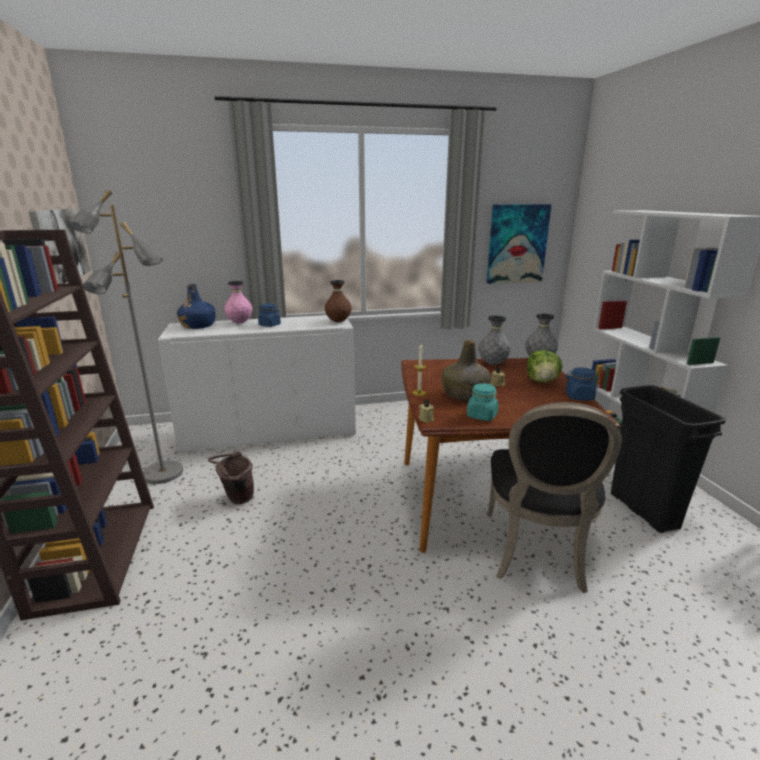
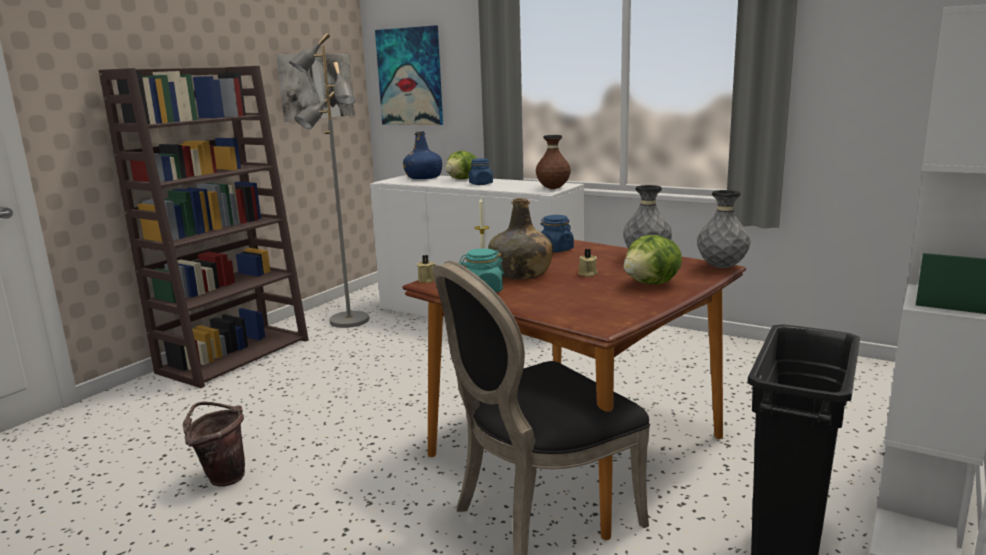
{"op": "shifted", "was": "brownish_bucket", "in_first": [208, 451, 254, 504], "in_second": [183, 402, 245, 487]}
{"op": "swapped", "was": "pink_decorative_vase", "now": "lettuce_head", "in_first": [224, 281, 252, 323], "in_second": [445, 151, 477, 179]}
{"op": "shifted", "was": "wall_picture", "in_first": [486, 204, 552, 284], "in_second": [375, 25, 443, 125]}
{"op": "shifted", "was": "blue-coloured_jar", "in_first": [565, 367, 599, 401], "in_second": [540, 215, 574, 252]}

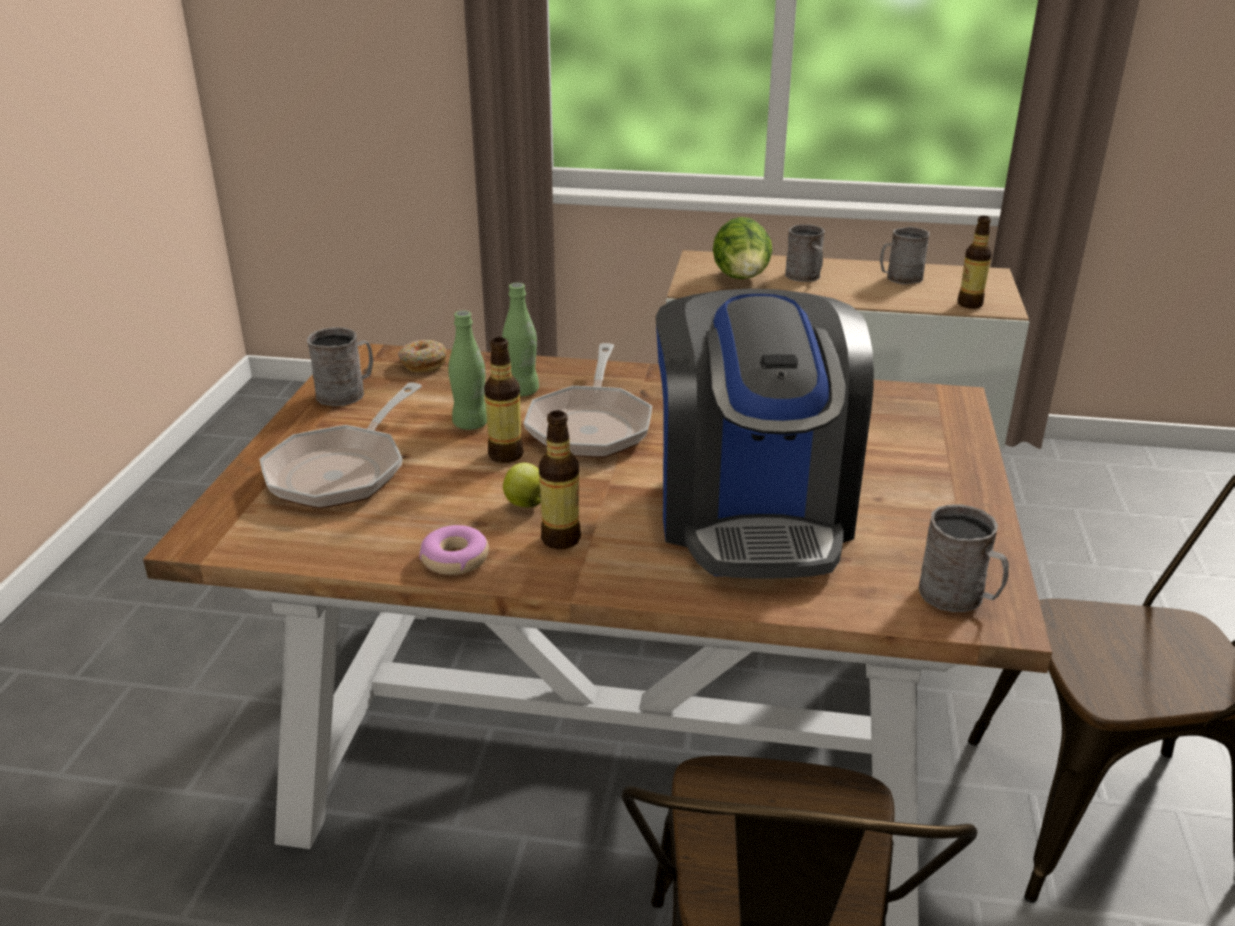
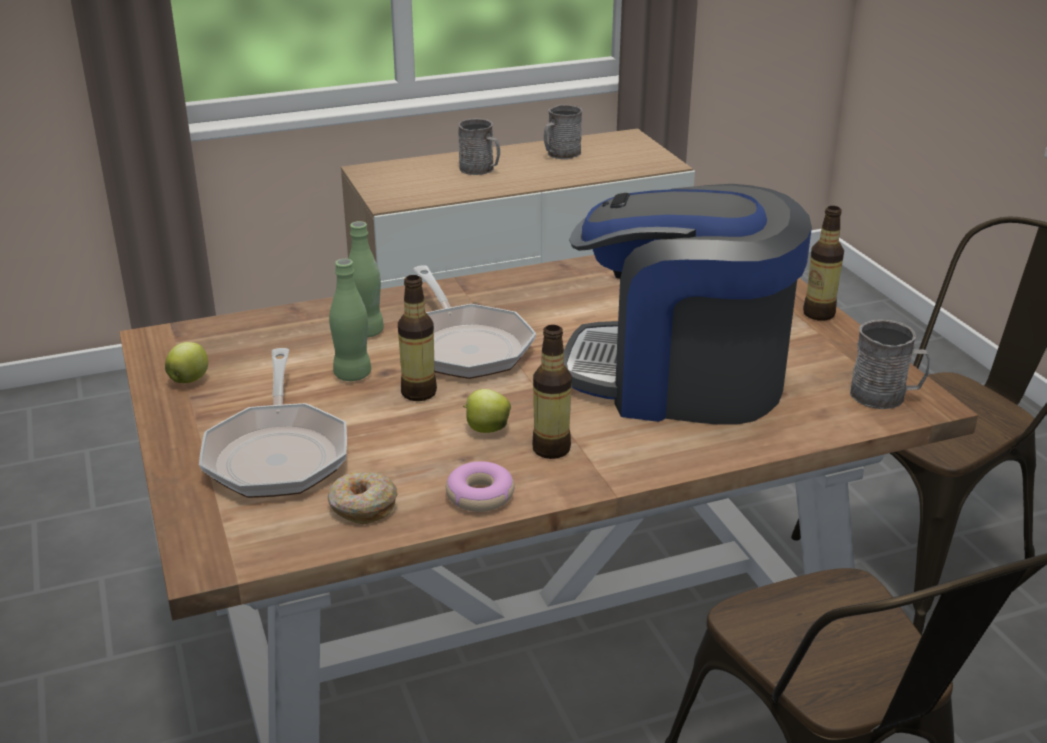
{"op": "swapped", "was": "greyish_tea_mug", "now": "apple", "in_first": [307, 327, 373, 406], "in_second": [165, 342, 208, 383]}
{"op": "shifted", "was": "donut", "in_first": [398, 340, 447, 372], "in_second": [328, 472, 397, 524]}
{"op": "rotated", "was": "coffee_brewer", "in_first": [656, 289, 874, 579], "in_second": [564, 184, 812, 425], "clockwise": 135}
{"op": "gone", "was": "lettuce_head", "in_first": [713, 217, 773, 279]}
{"op": "shifted", "was": "bottle", "in_first": [958, 216, 992, 309], "in_second": [803, 206, 844, 321]}

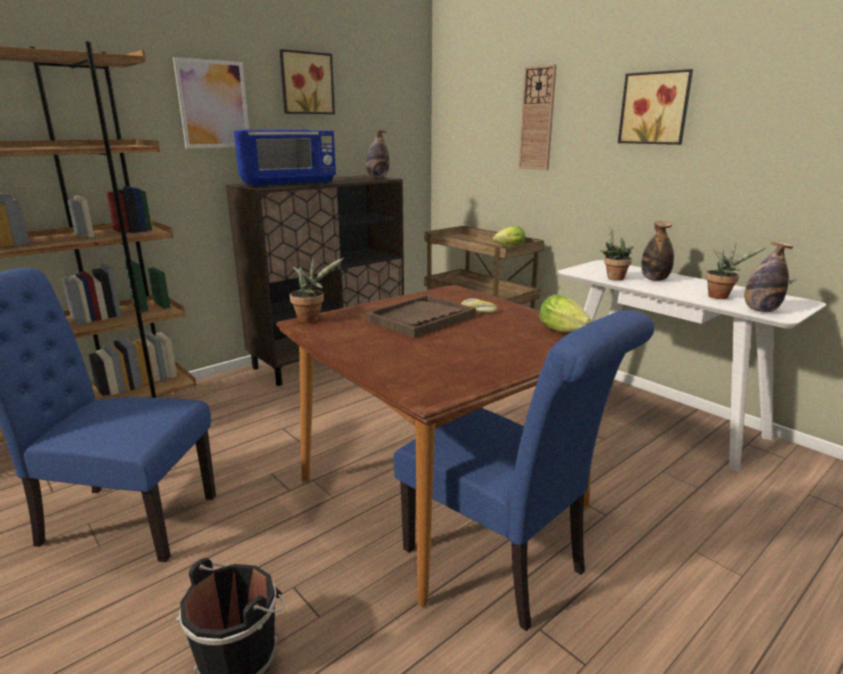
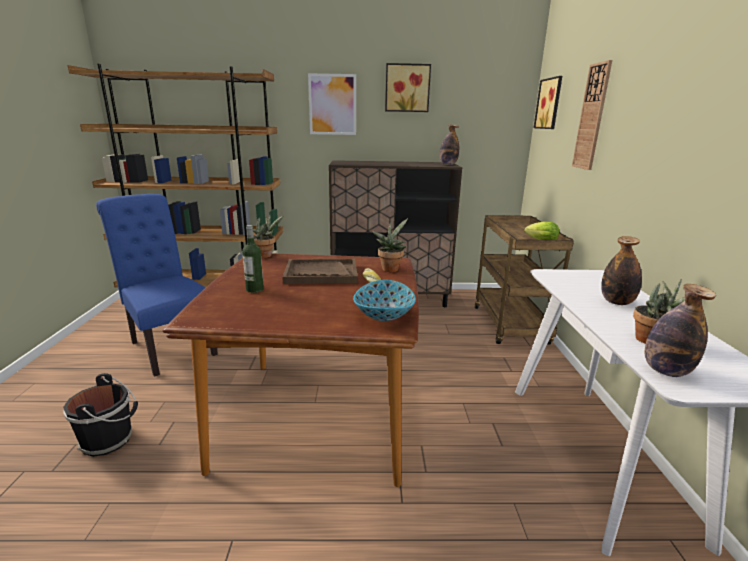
{"op": "gone", "was": "blue-coloured_kitchen_microwave", "in_first": [234, 129, 336, 187]}
{"op": "gone", "was": "blue-coloured_plain_chair", "in_first": [394, 310, 654, 631]}
{"op": "swapped", "was": "lettuce_head", "now": "bowl", "in_first": [539, 295, 592, 333], "in_second": [353, 280, 416, 321]}
{"op": "shifted", "was": "plant_in_a_pot", "in_first": [600, 226, 633, 281], "in_second": [372, 218, 408, 272]}
{"op": "shifted", "was": "wall_picture", "in_first": [618, 69, 693, 145], "in_second": [534, 76, 562, 129]}
{"op": "new", "now": "bottle", "in_second": [242, 225, 264, 293]}

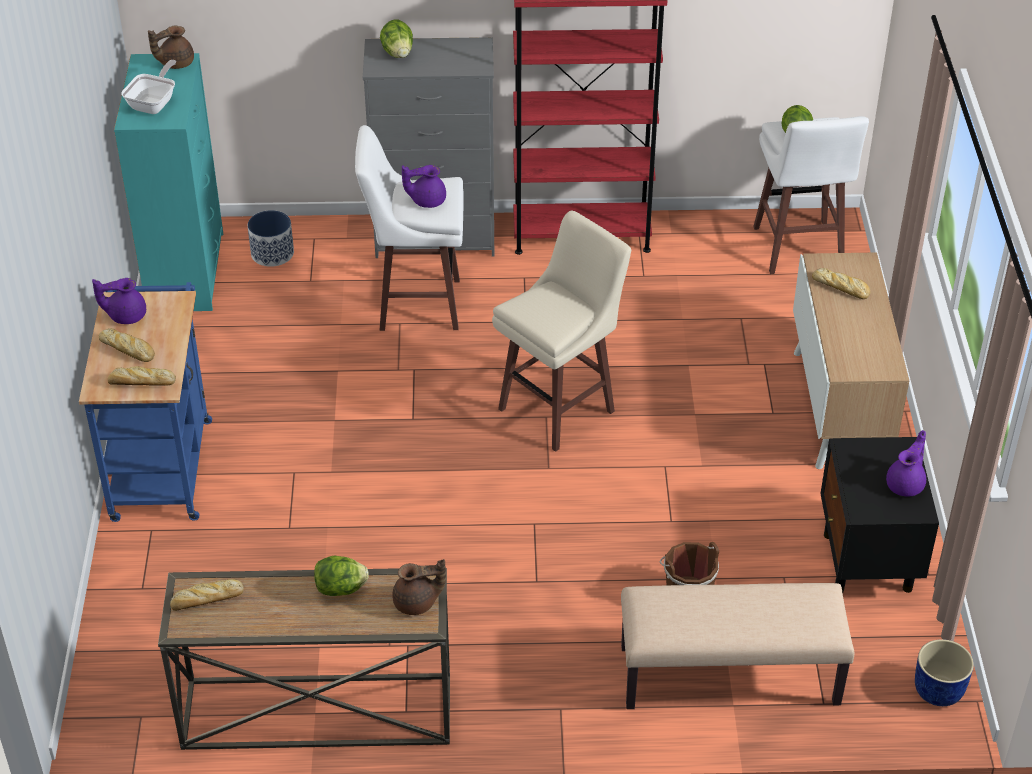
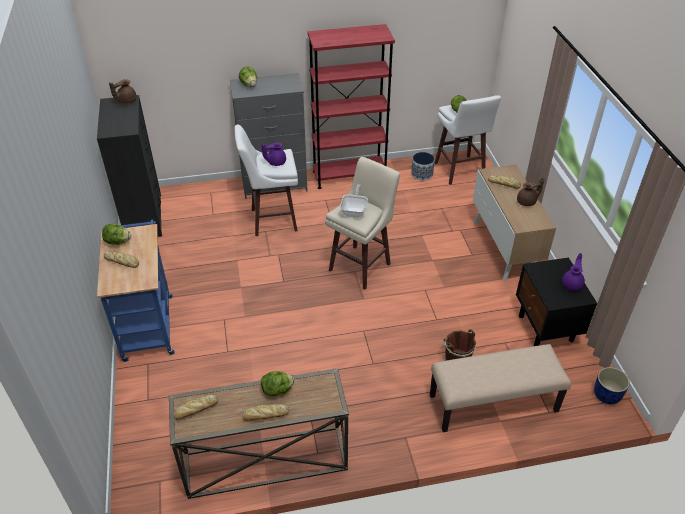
{"op": "swapped", "was": "purple-coloured_teapot", "now": "lettuce_head", "in_first": [92, 278, 146, 324], "in_second": [102, 224, 131, 245]}
{"op": "shifted", "was": "bakery_bread", "in_first": [107, 366, 176, 386], "in_second": [243, 404, 289, 421]}
{"op": "repainted", "was": "turquoise_drawer_chest", "now": "black-coloured_drawer_chest", "in_first": [114, 53, 223, 311], "in_second": [97, 95, 162, 237]}
{"op": "shifted", "was": "skillet", "in_first": [121, 60, 176, 114], "in_second": [340, 184, 368, 218]}
{"op": "shifted", "was": "planter", "in_first": [248, 210, 294, 267], "in_second": [411, 152, 435, 181]}
{"op": "shifted", "was": "brownish_teapot", "in_first": [392, 559, 446, 615], "in_second": [517, 178, 544, 206]}

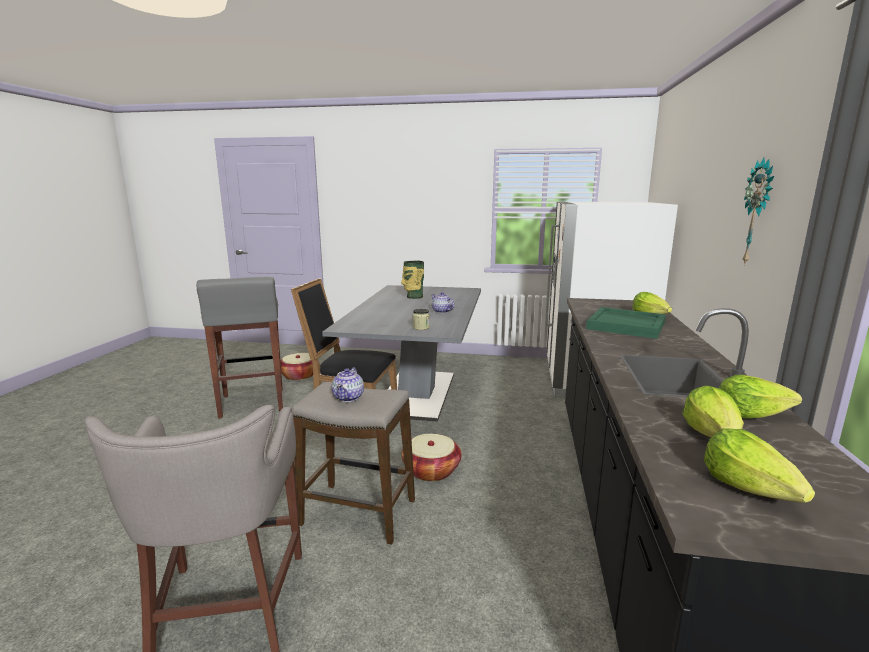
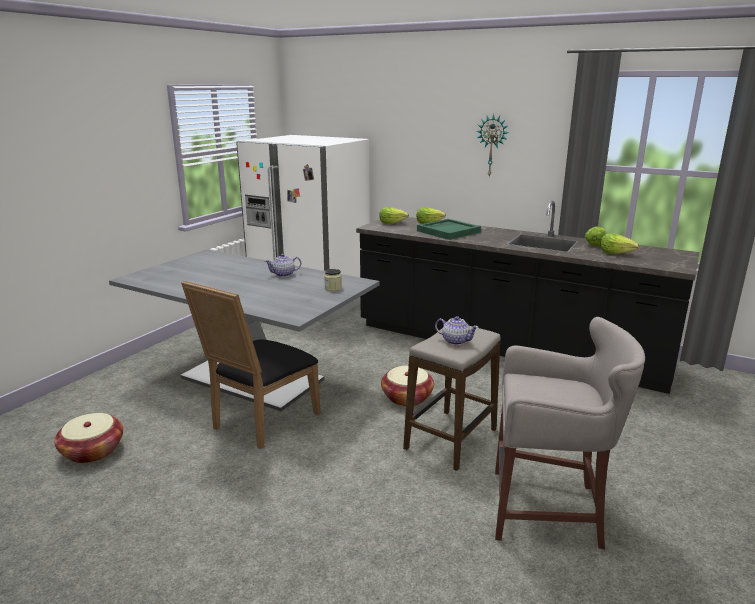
{"op": "gone", "was": "greyish_sitting_stool", "in_first": [196, 277, 283, 419]}
{"op": "gone", "was": "decorative_vase", "in_first": [401, 261, 424, 299]}
{"op": "shifted", "was": "lettuce_head", "in_first": [704, 428, 815, 503], "in_second": [379, 207, 409, 224]}

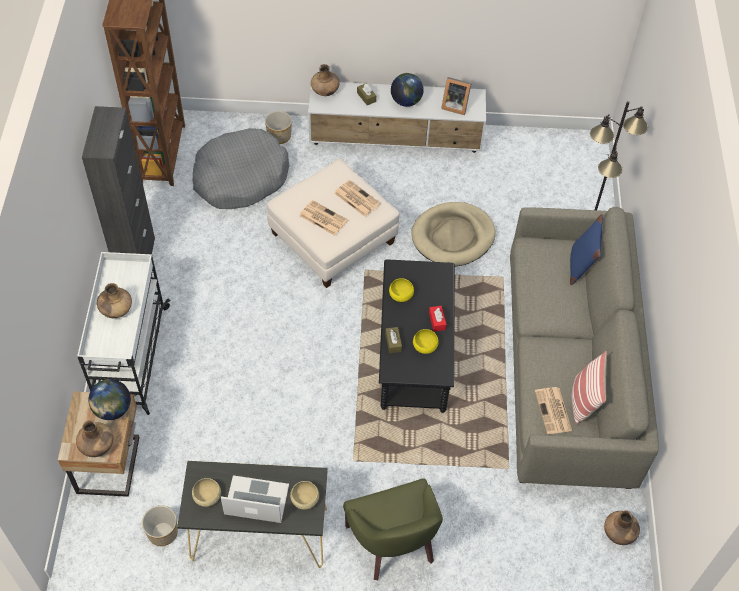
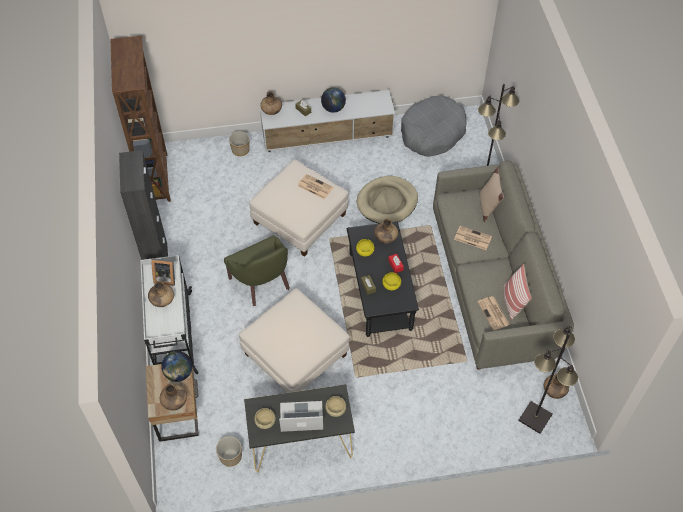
{"op": "shifted", "was": "greyish_pet_bed", "in_first": [193, 128, 290, 209], "in_second": [401, 95, 467, 157]}
{"op": "shifted", "was": "printed_paper", "in_first": [299, 200, 348, 236], "in_second": [454, 226, 492, 250]}
{"op": "shifted", "was": "green_lounge_chair", "in_first": [343, 478, 443, 580], "in_second": [224, 235, 290, 306]}
{"op": "shifted", "was": "photo_frame", "in_first": [441, 77, 472, 115], "in_second": [151, 258, 175, 286]}
{"op": "repainted", "was": "blue-coloured_cushion", "now": "beige-coloured_cushion", "in_first": [570, 214, 603, 285], "in_second": [479, 167, 504, 222]}
{"op": "new", "now": "white_footrest", "in_second": [239, 288, 350, 393]}
{"op": "new", "now": "brownish_decorative_vase", "in_second": [374, 218, 398, 244]}
{"op": "new", "now": "black-coloured_floor_lamp", "in_second": [518, 326, 578, 434]}

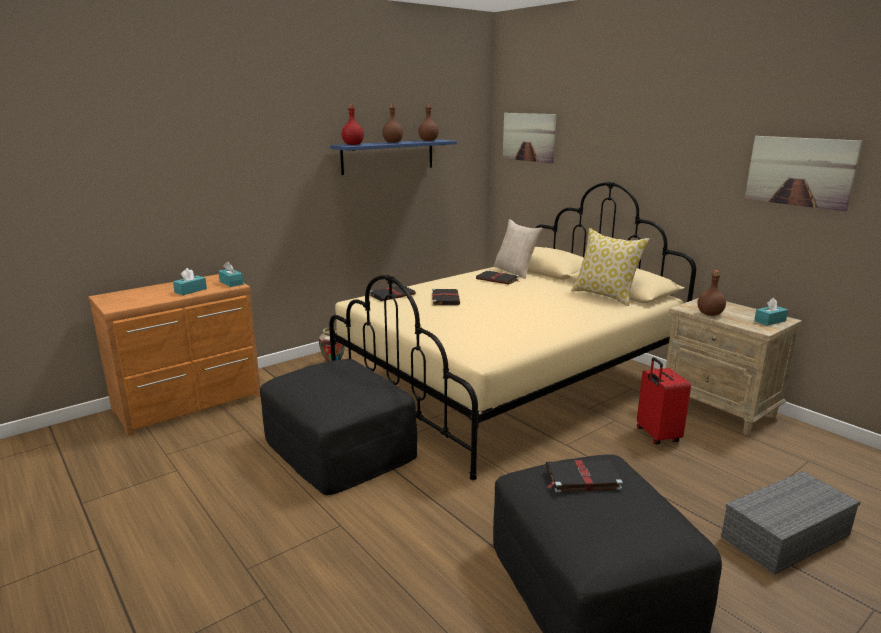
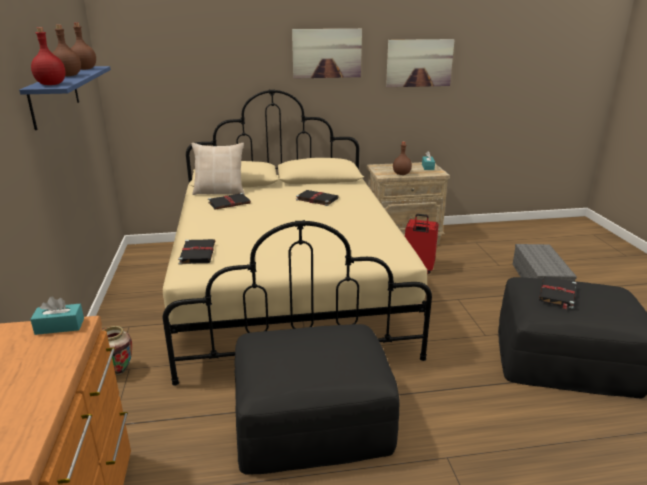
{"op": "gone", "was": "turquoise_tissue_box", "in_first": [173, 268, 207, 295]}
{"op": "shifted", "was": "black-coloured_bound_book", "in_first": [432, 289, 460, 306], "in_second": [296, 190, 339, 206]}
{"op": "shifted", "was": "wall_picture", "in_first": [503, 113, 556, 163], "in_second": [292, 29, 362, 79]}
{"op": "gone", "was": "cushion", "in_first": [571, 228, 649, 306]}

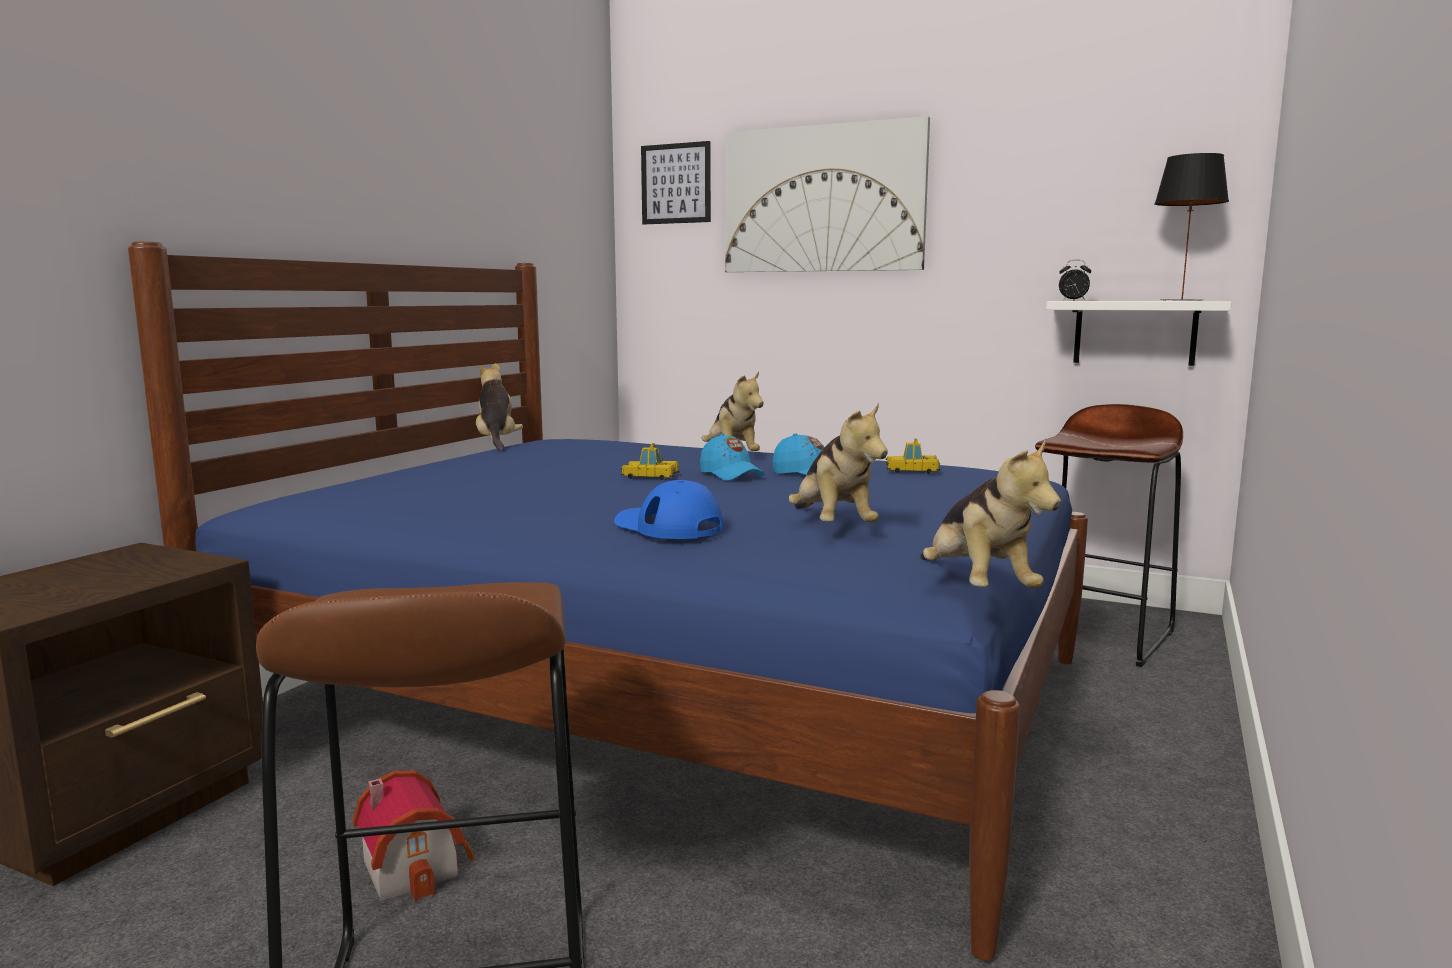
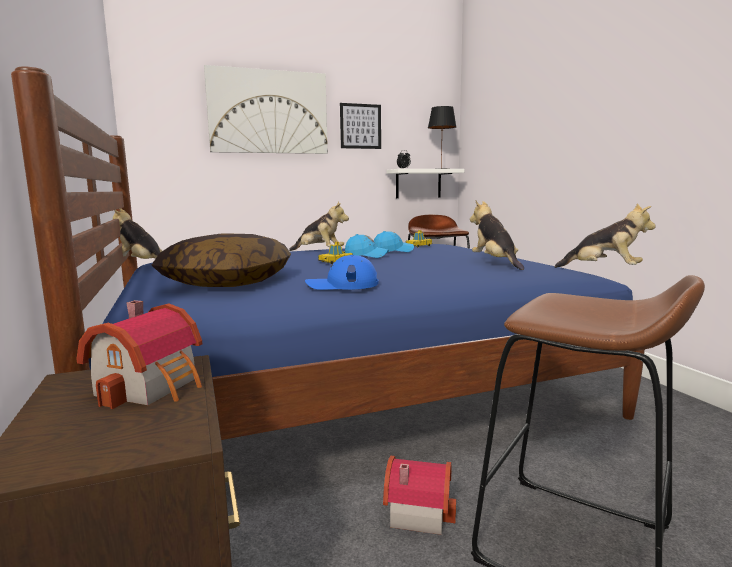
{"op": "shifted", "was": "blue-coloured_baseball_cap", "in_first": [614, 480, 723, 539], "in_second": [305, 255, 378, 290]}
{"op": "shifted", "was": "wall_picture", "in_first": [641, 141, 711, 224], "in_second": [340, 103, 381, 149]}
{"op": "rotated", "was": "cuddly_toy", "in_first": [788, 403, 888, 522], "in_second": [470, 201, 524, 270], "clockwise": -135}
{"op": "new", "now": "miniature_house", "in_second": [77, 300, 202, 409]}
{"op": "new", "now": "cushion", "in_second": [152, 233, 291, 287]}

